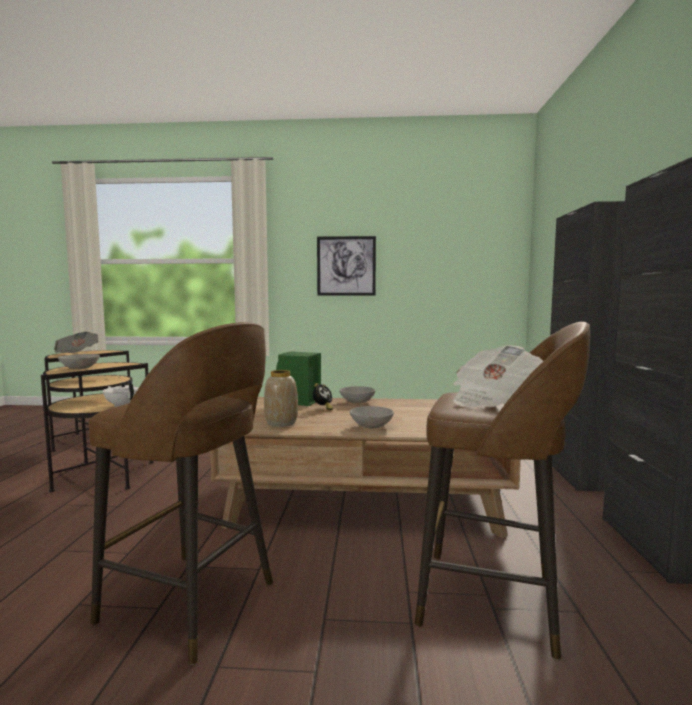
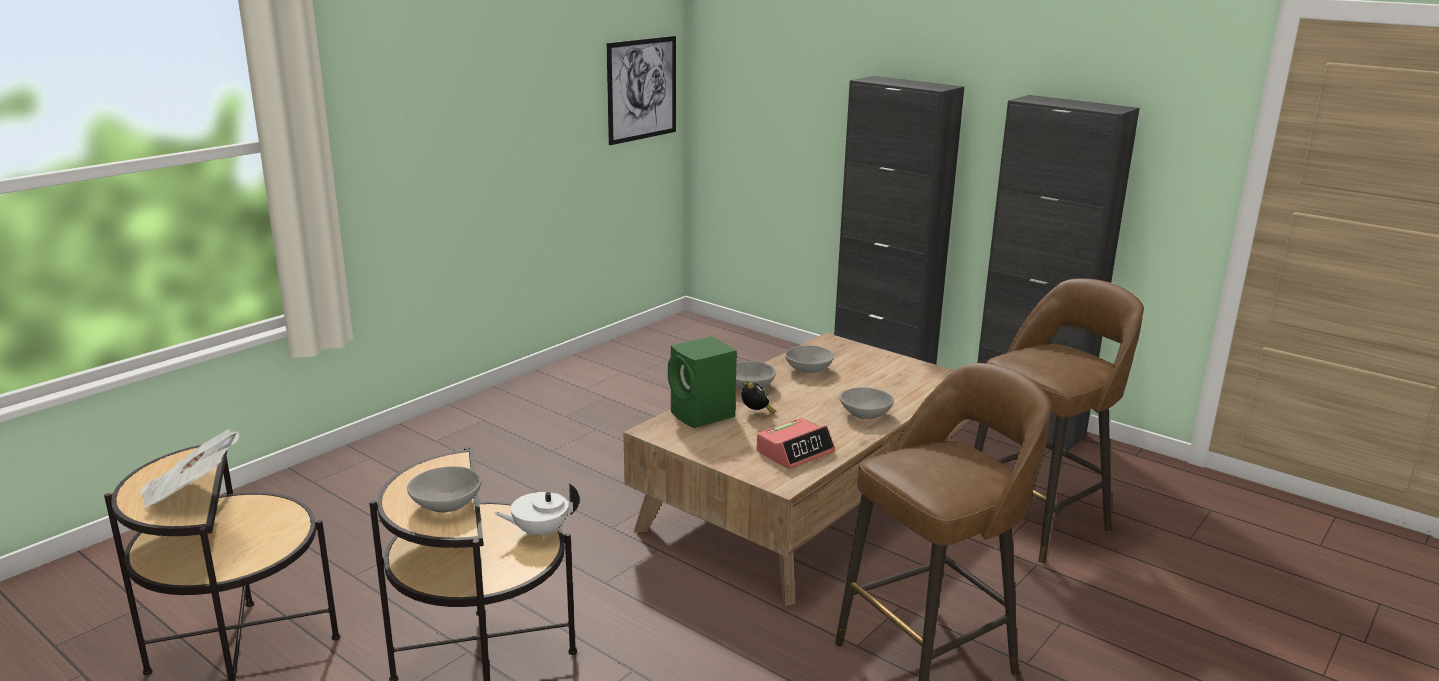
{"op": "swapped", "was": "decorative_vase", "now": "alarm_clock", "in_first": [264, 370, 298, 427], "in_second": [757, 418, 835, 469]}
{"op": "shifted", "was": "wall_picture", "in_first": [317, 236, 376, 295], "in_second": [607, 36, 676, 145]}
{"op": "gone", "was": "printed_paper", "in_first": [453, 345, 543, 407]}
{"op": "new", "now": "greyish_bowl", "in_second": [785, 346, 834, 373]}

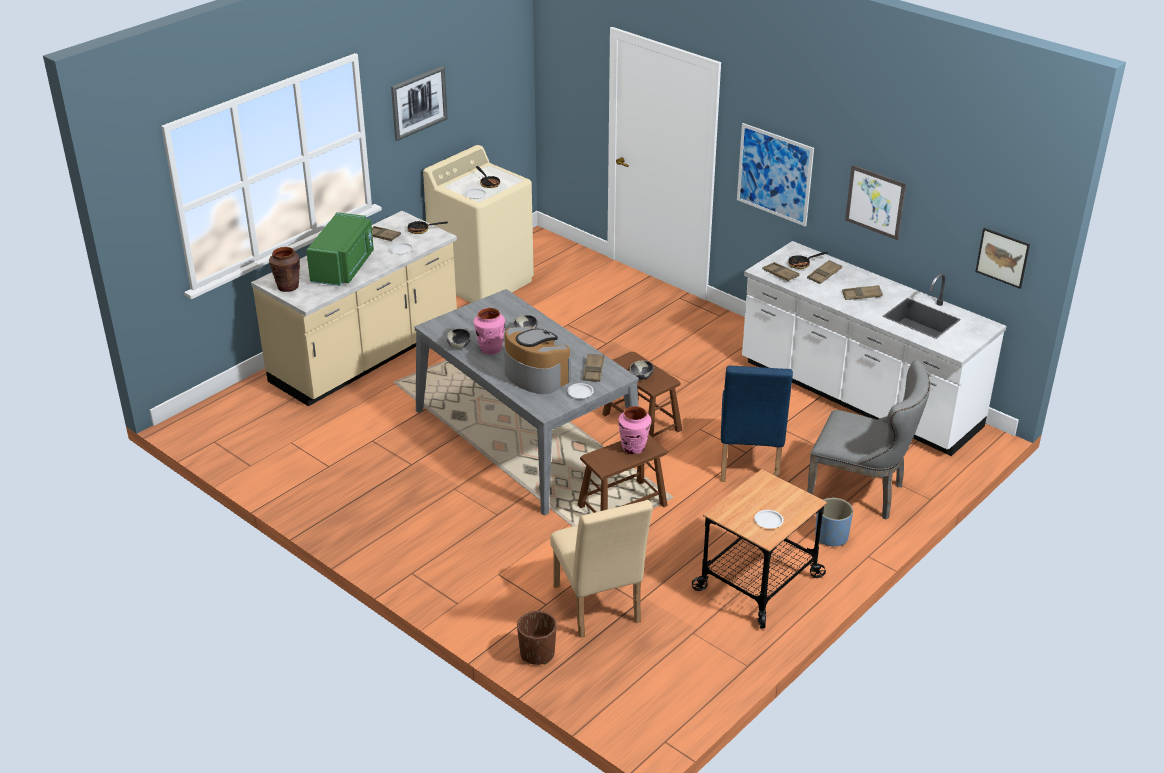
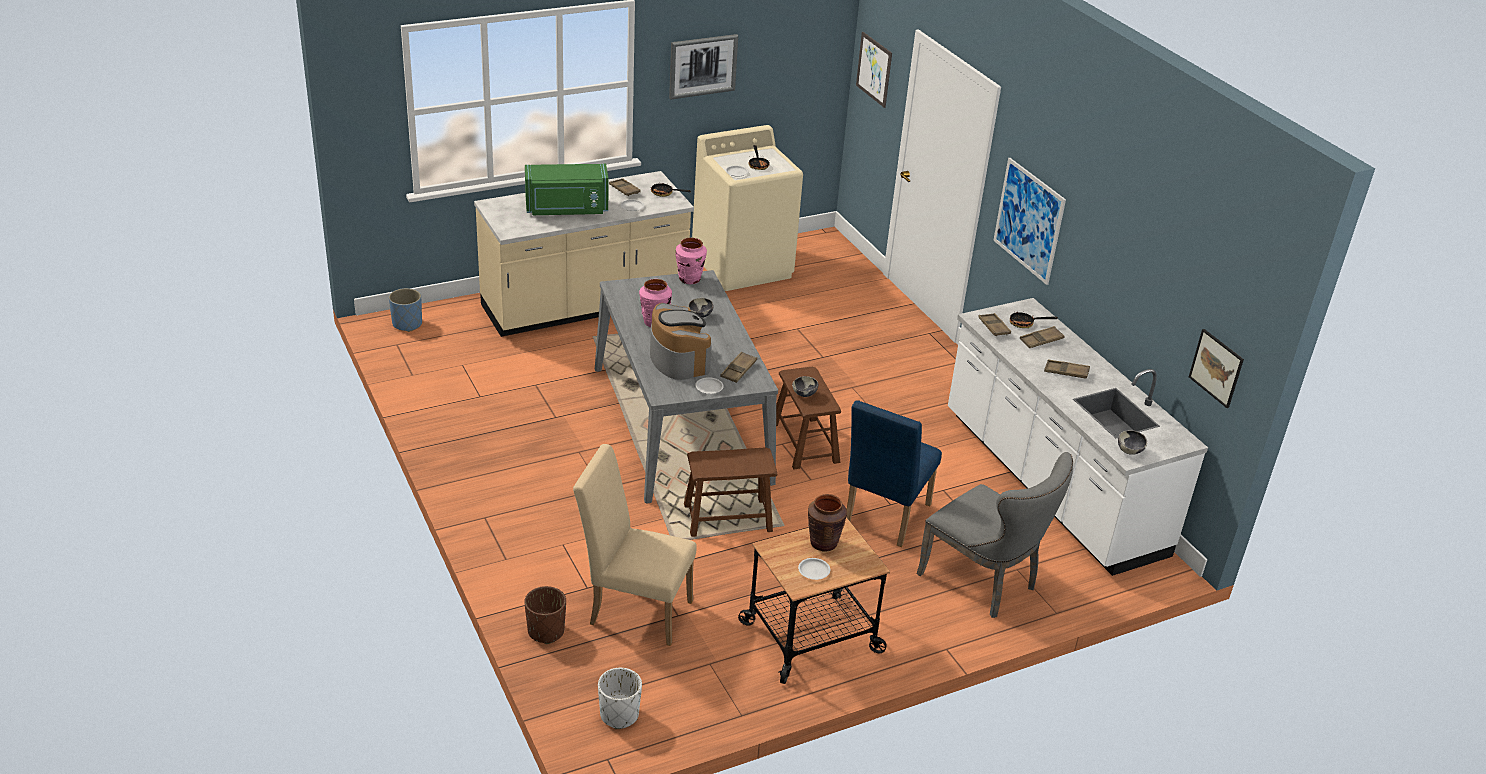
{"op": "shifted", "was": "brownish_decorative_vase", "in_first": [269, 247, 300, 292], "in_second": [808, 494, 847, 551]}
{"op": "rotated", "was": "green_kitchen_microwave", "in_first": [306, 212, 374, 286], "in_second": [525, 164, 609, 215], "clockwise": 45}
{"op": "shifted", "was": "bowl", "in_first": [447, 329, 471, 349], "in_second": [1118, 430, 1147, 455]}
{"op": "rotated", "was": "beige-coloured_plain_chair", "in_first": [550, 500, 653, 638], "in_second": [573, 444, 697, 646], "clockwise": 105}
{"op": "shifted", "was": "pink_decorative_vase", "in_first": [618, 406, 651, 454], "in_second": [675, 238, 707, 284]}
{"op": "shifted", "was": "blue-coloured_planter", "in_first": [815, 498, 853, 546], "in_second": [389, 288, 422, 332]}
{"op": "shifted", "was": "wall_picture", "in_first": [845, 165, 906, 240], "in_second": [856, 32, 892, 108]}
{"op": "new", "now": "white_planter", "in_second": [598, 668, 642, 729]}

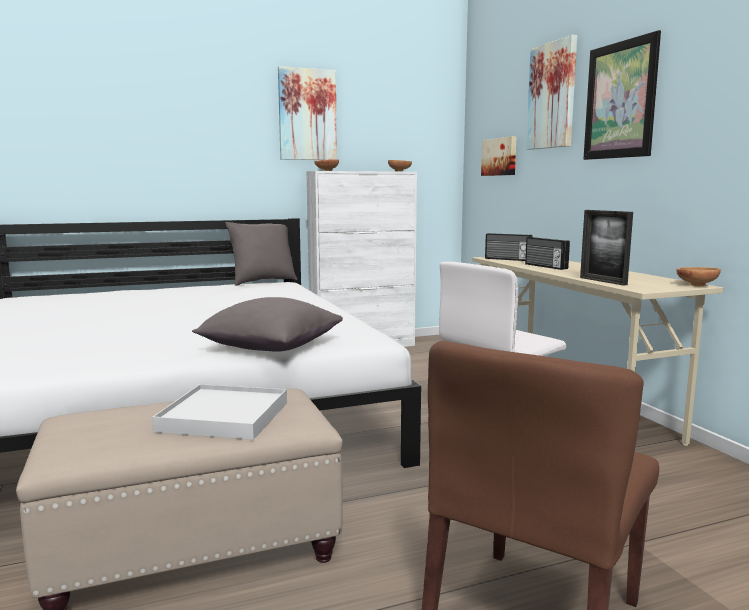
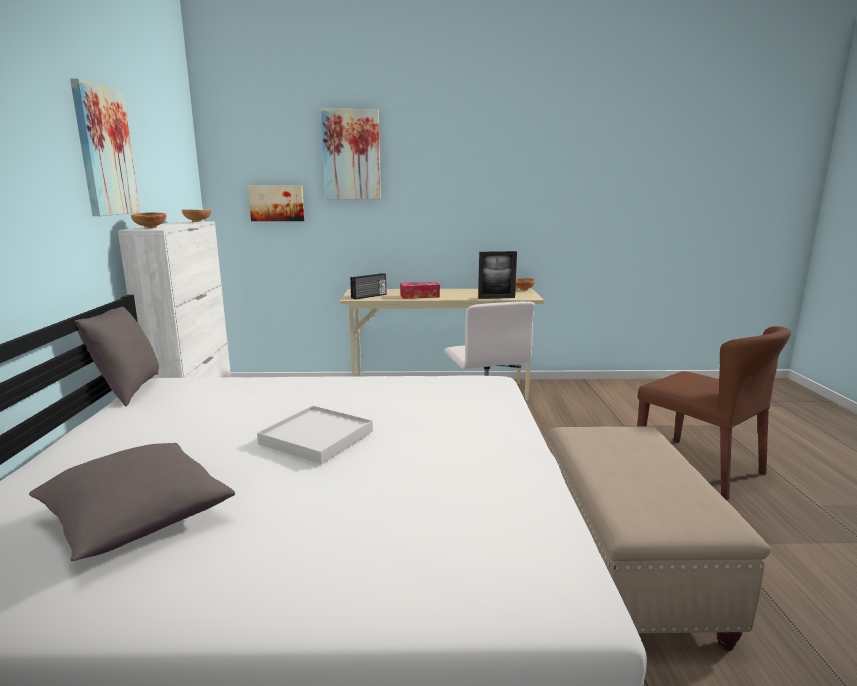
{"op": "shifted", "was": "white_serving_tray", "in_first": [152, 384, 287, 440], "in_second": [257, 406, 373, 464]}
{"op": "shifted", "was": "greyish_cushion", "in_first": [192, 297, 343, 352], "in_second": [29, 443, 235, 561]}
{"op": "swapped", "was": "radio", "now": "tissue_box", "in_first": [525, 237, 570, 270], "in_second": [400, 282, 440, 299]}
{"op": "gone", "was": "wall_picture", "in_first": [583, 30, 661, 160]}

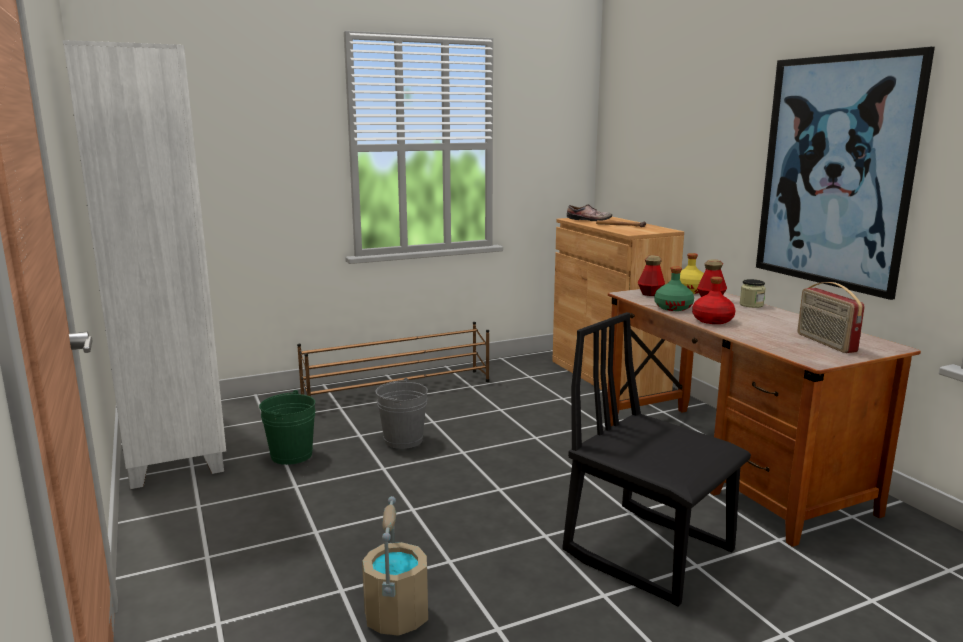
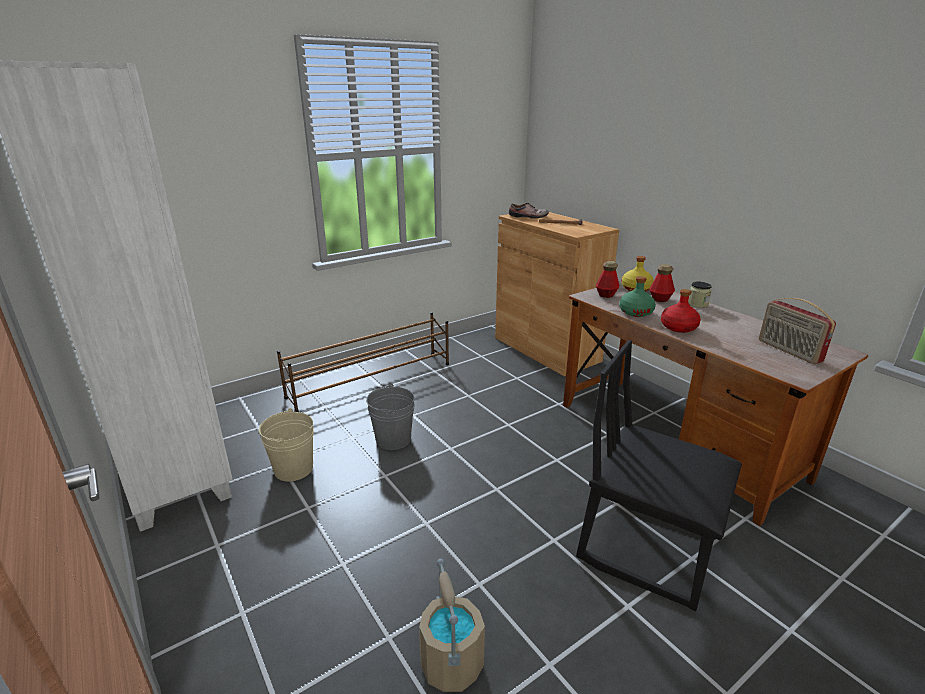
{"op": "repainted", "was": "green_bucket", "now": "beige-coloured_bucket", "in_first": [259, 390, 316, 465], "in_second": [259, 408, 314, 481]}
{"op": "gone", "was": "wall_picture", "in_first": [756, 47, 935, 300]}

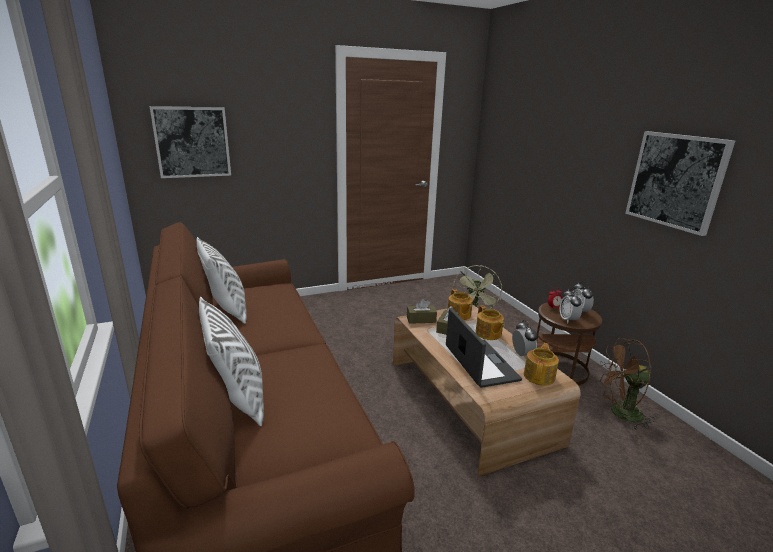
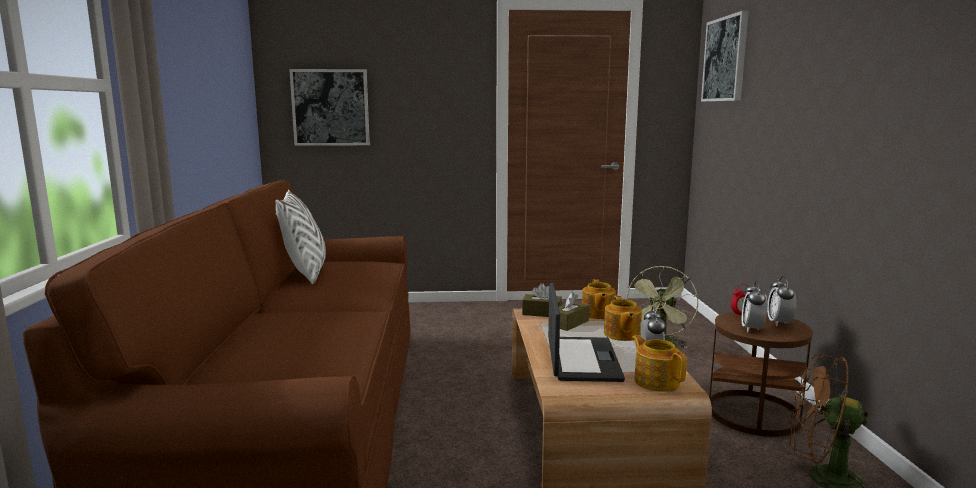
{"op": "gone", "was": "white_cushion", "in_first": [199, 297, 264, 426]}
{"op": "rotated", "was": "teapot", "in_first": [524, 343, 559, 386], "in_second": [632, 335, 687, 392], "clockwise": -75}
{"op": "shifted", "was": "wall_picture", "in_first": [625, 131, 735, 236], "in_second": [701, 11, 748, 102]}

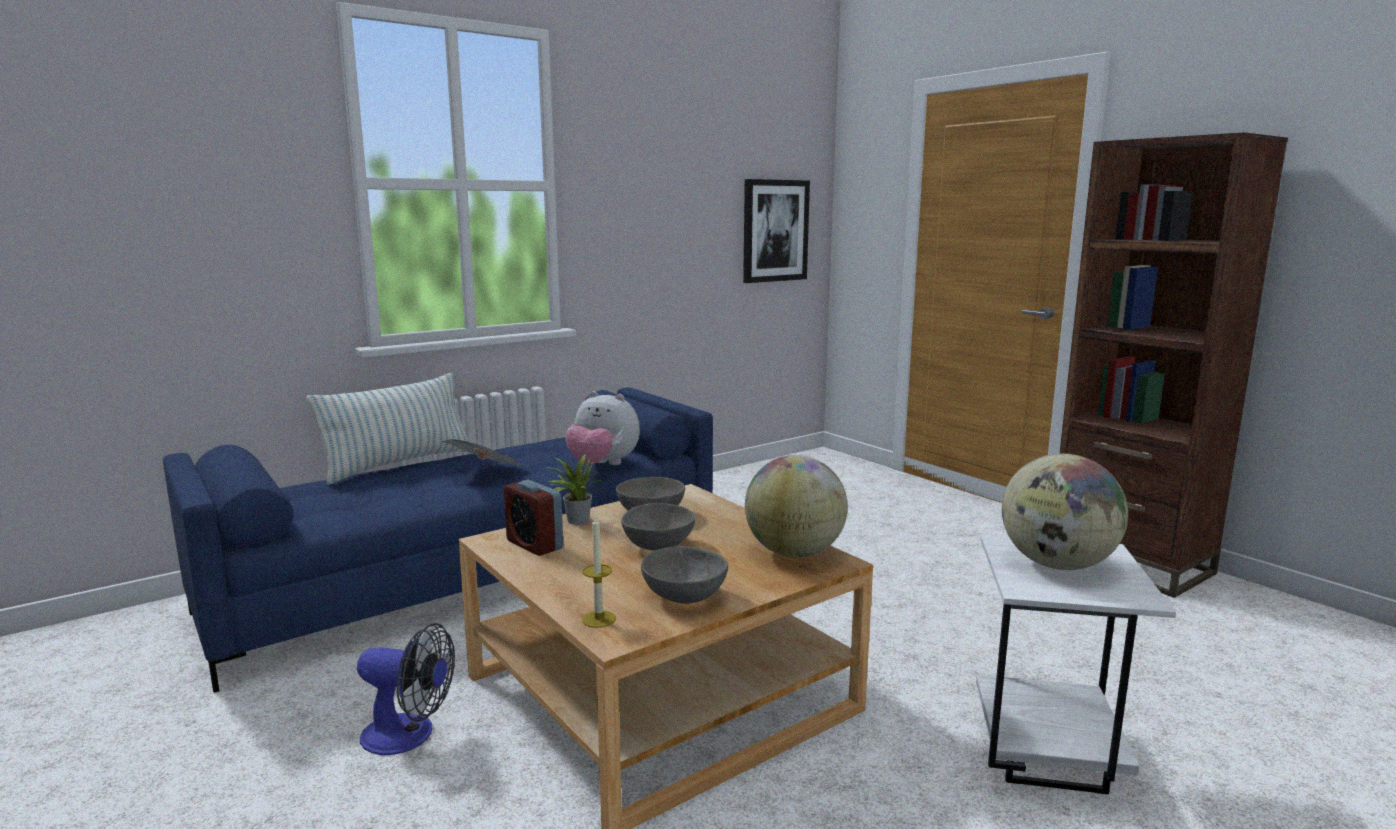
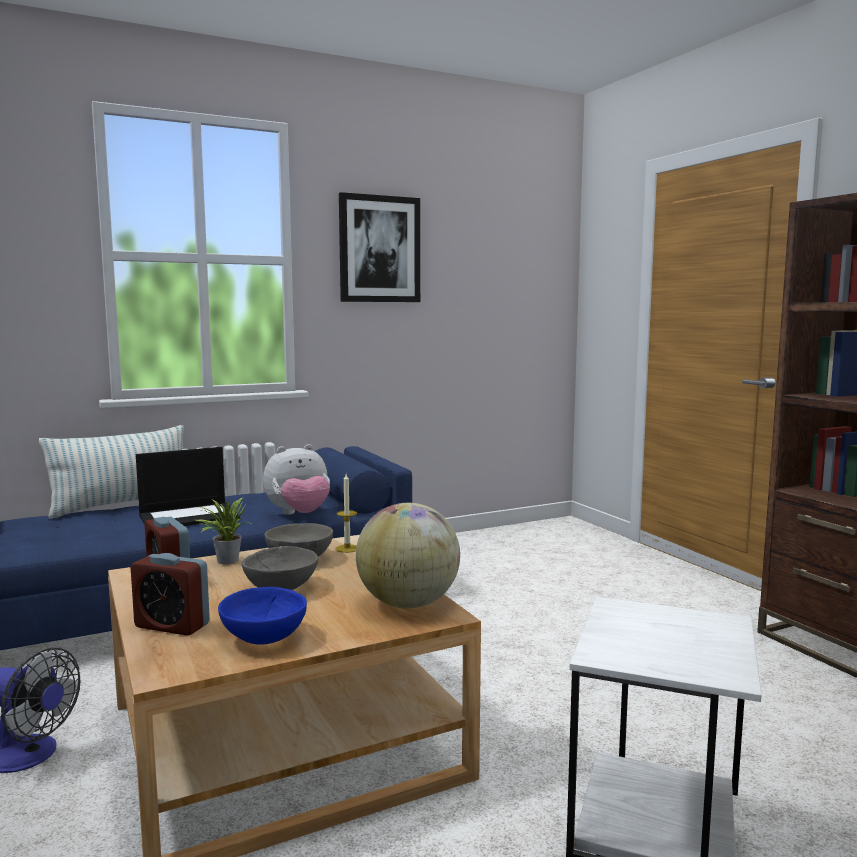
{"op": "swapped", "was": "printed_paper", "now": "portable_computer", "in_first": [441, 439, 524, 465], "in_second": [136, 447, 240, 526]}
{"op": "rotated", "was": "cuddly_toy", "in_first": [565, 391, 640, 465], "in_second": [263, 444, 330, 515], "clockwise": -60}
{"op": "shifted", "was": "wax_candle", "in_first": [582, 514, 616, 628], "in_second": [335, 474, 357, 553]}
{"op": "repainted", "was": "greyish_bowl", "now": "blue-coloured_bowl", "in_first": [641, 546, 728, 604], "in_second": [218, 587, 307, 645]}
{"op": "shifted", "was": "wall_picture", "in_first": [743, 179, 810, 283], "in_second": [339, 192, 420, 302]}
{"op": "gone", "was": "desk_globe", "in_first": [1002, 454, 1128, 570]}
{"op": "new", "now": "alarm_clock", "in_second": [131, 553, 210, 635]}

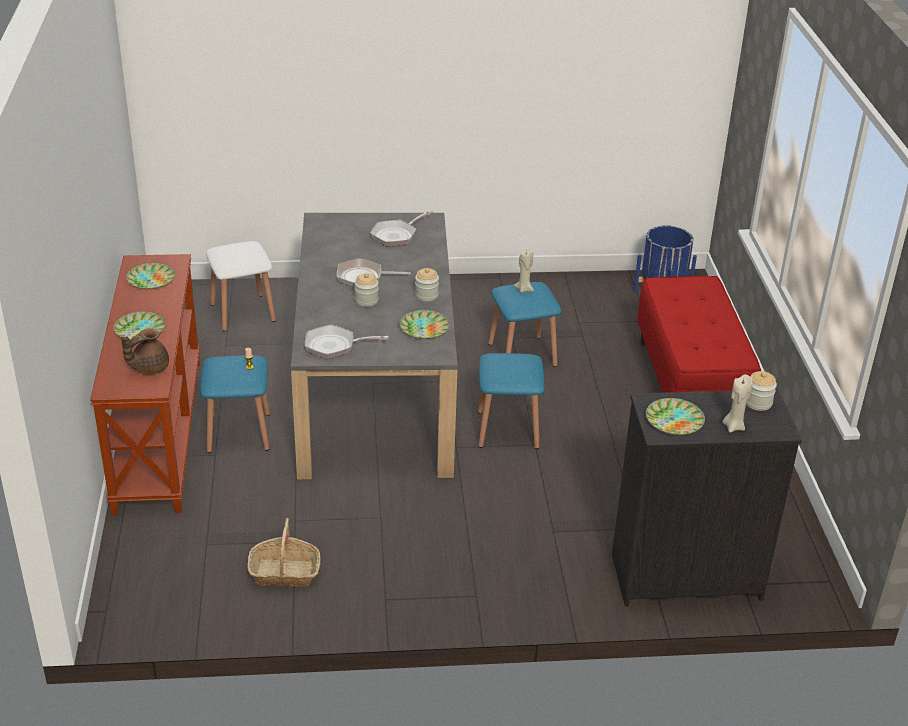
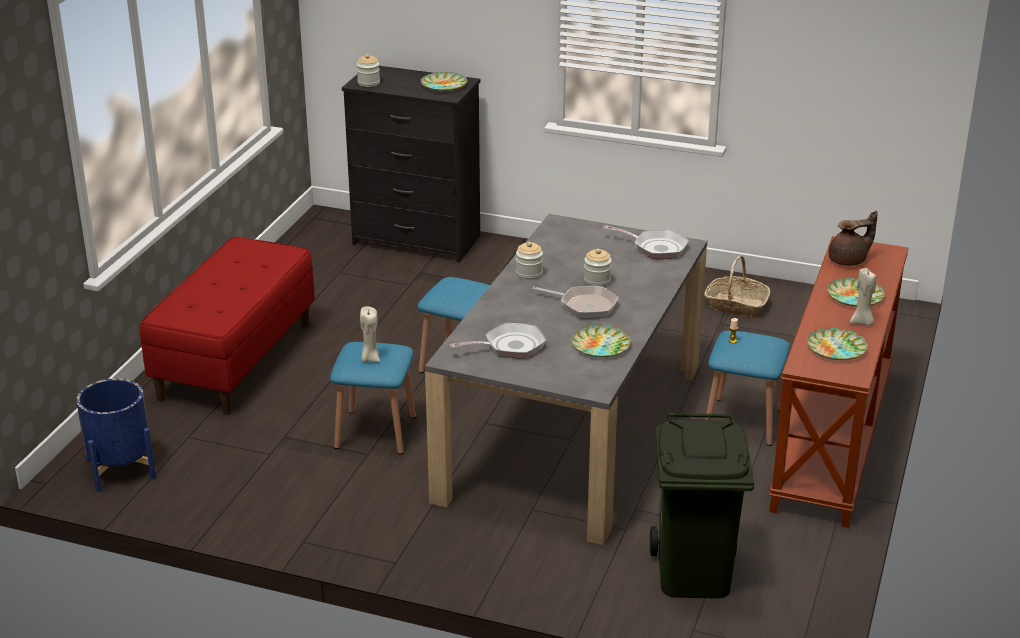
{"op": "swapped", "was": "white_sitting_stool", "now": "green_rubbish_bin", "in_first": [206, 241, 276, 332], "in_second": [650, 413, 754, 599]}
{"op": "shifted", "was": "plate", "in_first": [400, 310, 450, 339], "in_second": [571, 325, 631, 357]}
{"op": "shifted", "was": "beige-coloured_wax_candle", "in_first": [722, 374, 753, 433], "in_second": [850, 268, 877, 325]}

